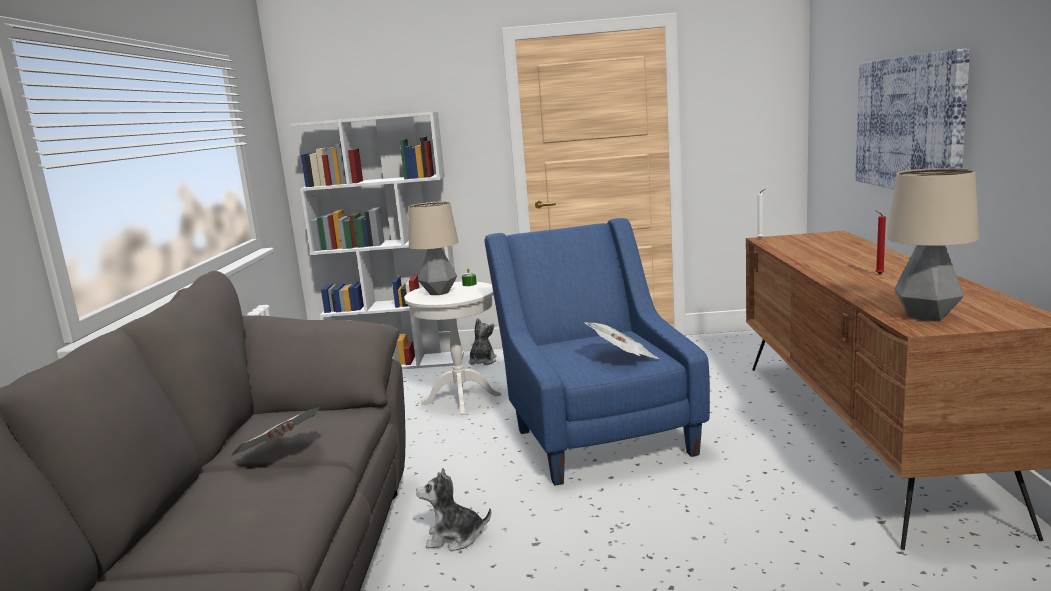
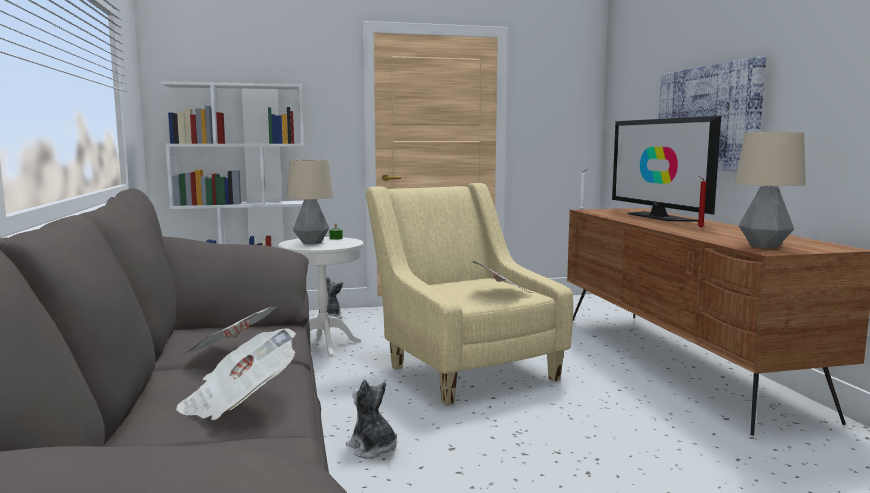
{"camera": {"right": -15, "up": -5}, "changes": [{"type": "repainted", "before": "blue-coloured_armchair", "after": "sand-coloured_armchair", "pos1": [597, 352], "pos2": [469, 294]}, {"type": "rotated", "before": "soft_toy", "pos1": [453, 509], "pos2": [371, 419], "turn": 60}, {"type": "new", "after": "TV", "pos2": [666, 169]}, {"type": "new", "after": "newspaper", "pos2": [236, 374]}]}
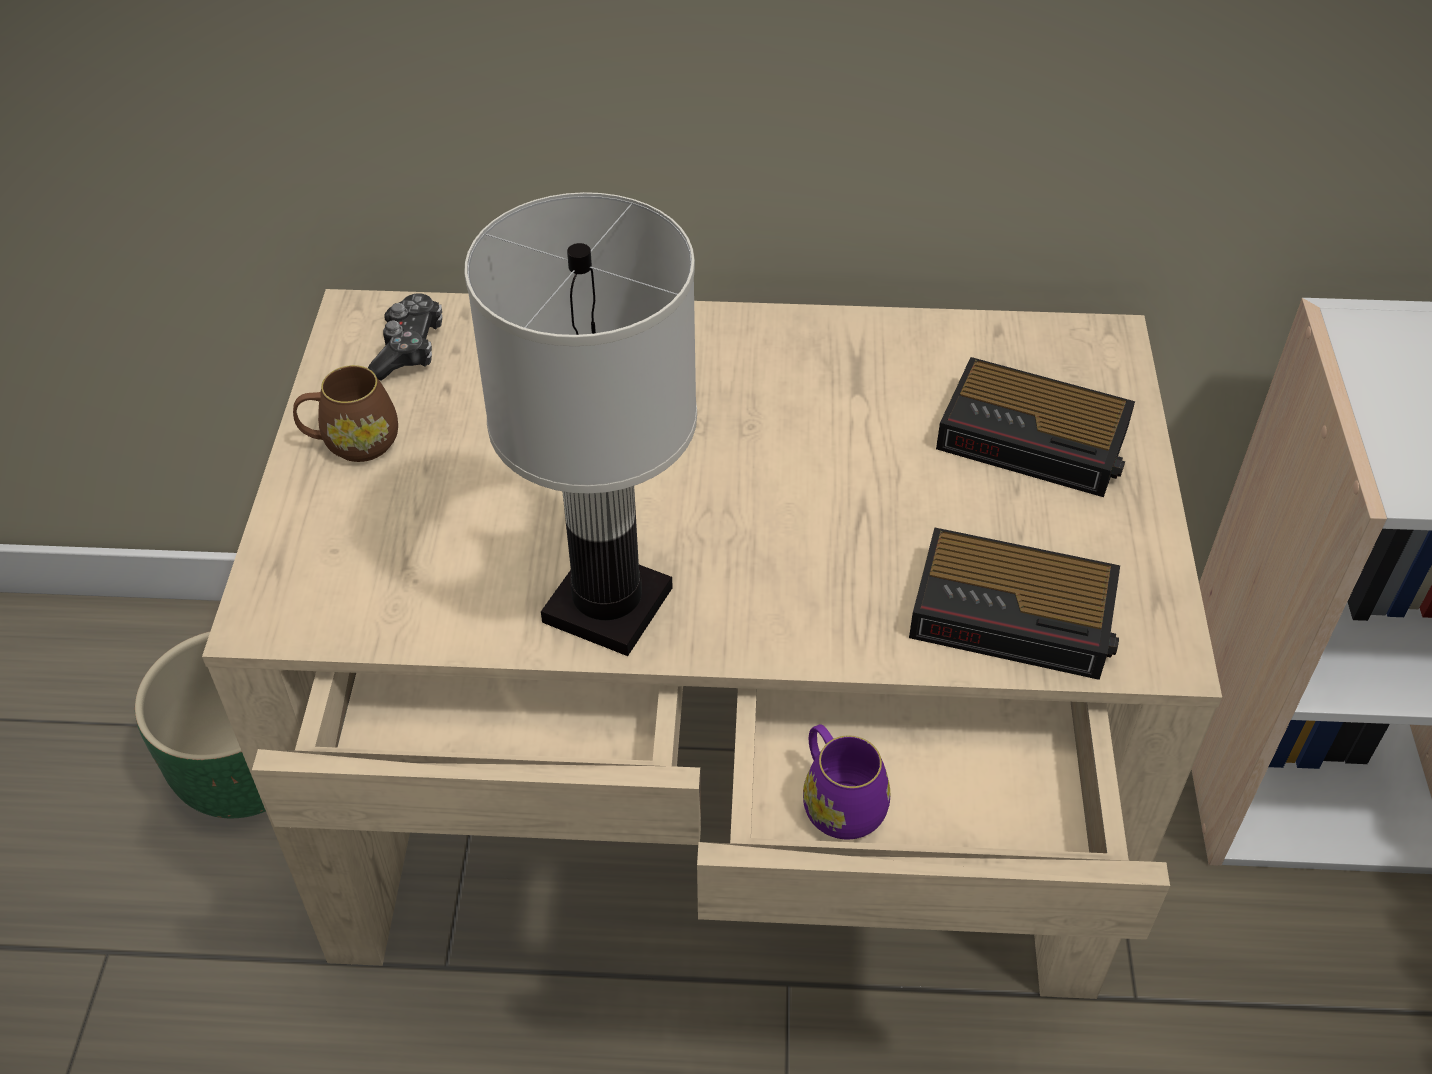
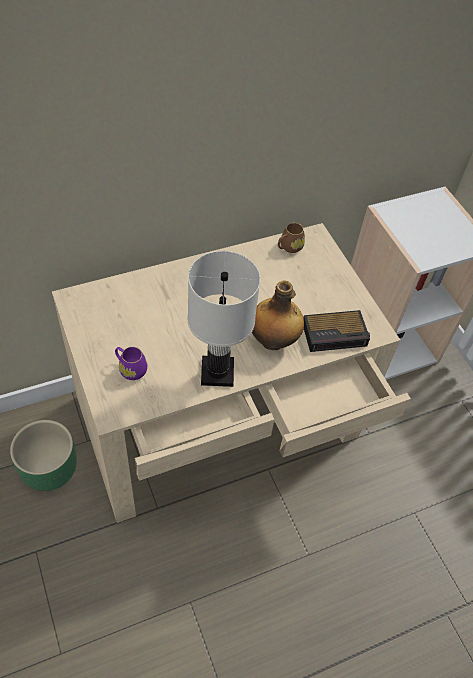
{"camera": {"right": -30, "up": 5}, "changes": [{"type": "gone", "before": "gamepad", "pos1": [405, 337]}, {"type": "gone", "before": "bedside_clock", "pos1": [1035, 427]}, {"type": "shifted", "before": "brown_tea_mug", "pos1": [345, 413], "pos2": [291, 238]}, {"type": "shifted", "before": "purple_tea_mug", "pos1": [846, 781], "pos2": [131, 363]}, {"type": "new", "after": "beverage_bottle", "pos2": [278, 315]}]}
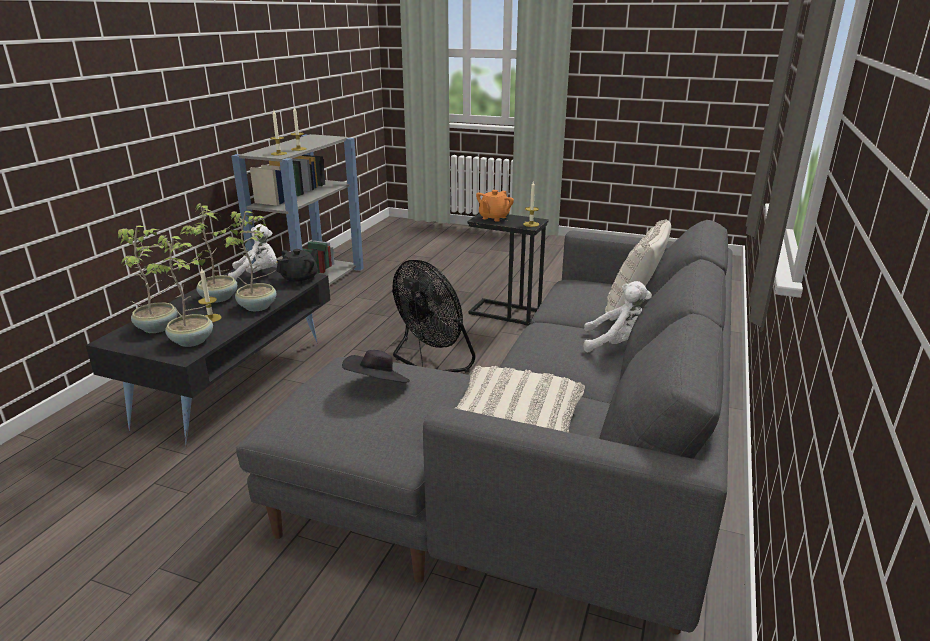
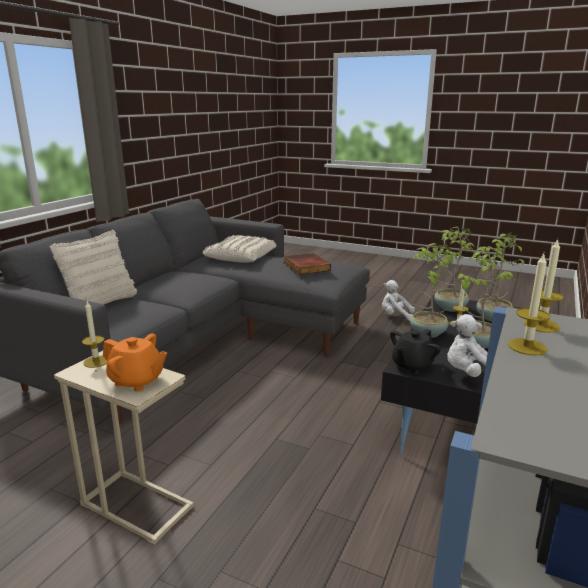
{"camera": {"right": -175, "up": -5}, "changes": [{"type": "rotated", "before": "orangey_teapot", "pos1": [495, 206], "pos2": [135, 362], "turn": 75}, {"type": "repainted", "before": "blackish_accent_table", "after": "sand-coloured_accent_table", "pos1": [508, 269], "pos2": [124, 447]}, {"type": "gone", "before": "blackish_fan", "pos1": [433, 316]}, {"type": "shifted", "before": "whitish_soft_toy", "pos1": [618, 316], "pos2": [398, 300]}, {"type": "swapped", "before": "blackish_wearable_hat", "after": "volume", "pos1": [376, 366], "pos2": [307, 264]}]}
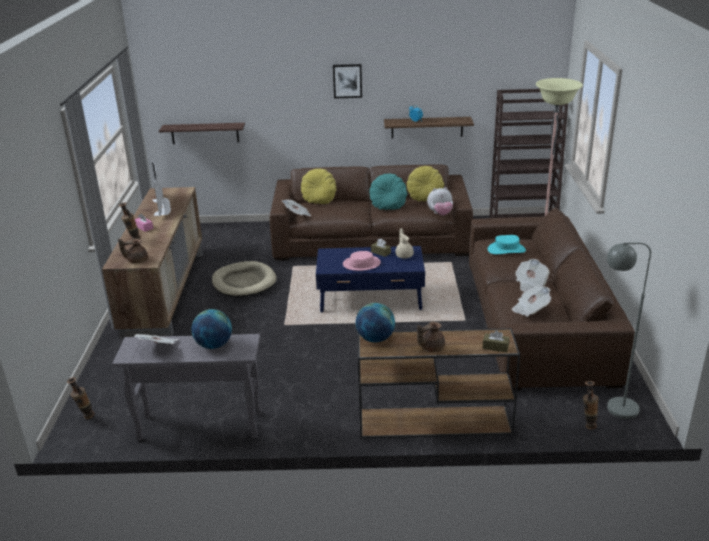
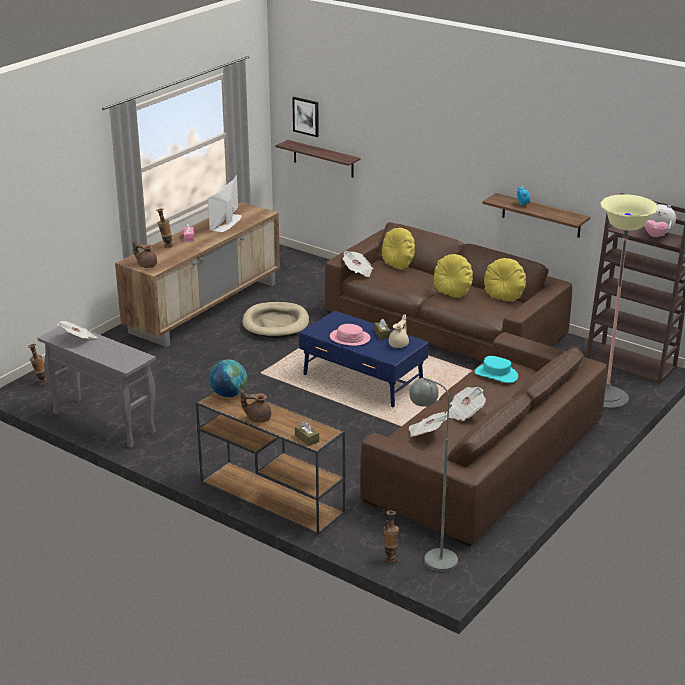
{"camera": {"right": 35, "up": 0}, "changes": [{"type": "shifted", "before": "wall_art", "pos1": [347, 81], "pos2": [305, 117]}, {"type": "repainted", "before": "blue-green_throw_pillow", "after": "yellow_throw_pillow", "pos1": [388, 191], "pos2": [453, 276]}, {"type": "shifted", "before": "soft_toy", "pos1": [440, 201], "pos2": [660, 220]}, {"type": "gone", "before": "world_globe", "pos1": [212, 329]}]}
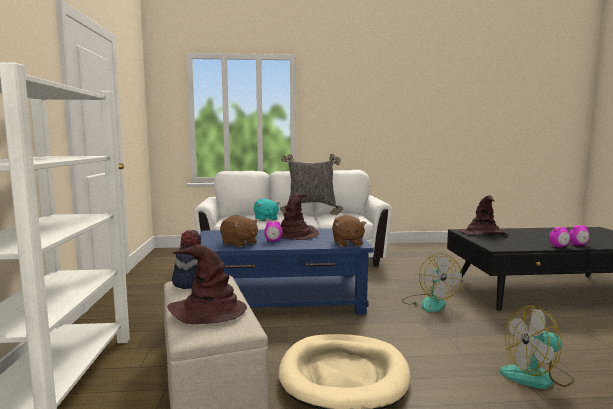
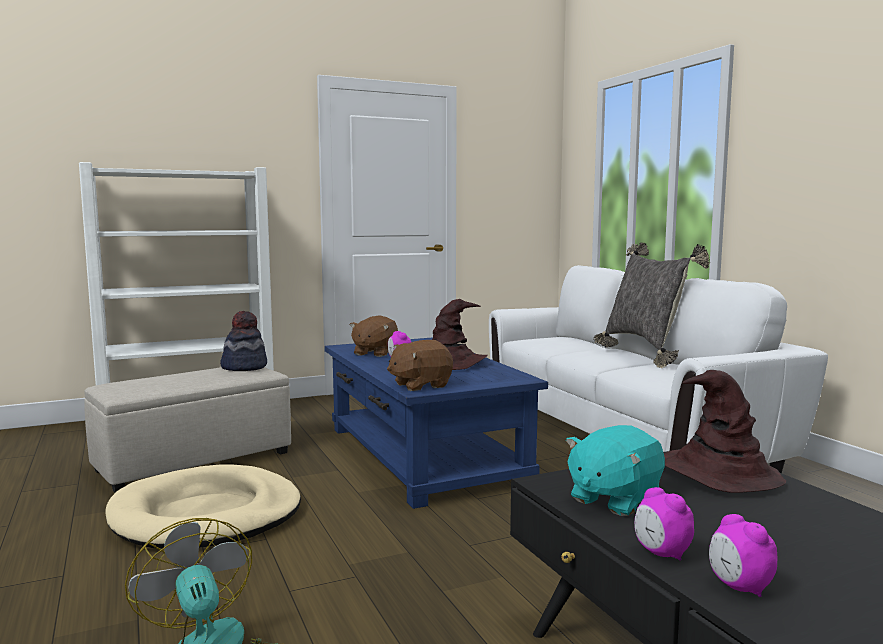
{"camera": {"right": 70, "up": 0}, "changes": [{"type": "shifted", "before": "blue-green_soft_toy", "pos1": [267, 210], "pos2": [615, 470]}, {"type": "gone", "before": "brown_wearable_hat", "pos1": [207, 284]}, {"type": "gone", "before": "fan", "pos1": [432, 282]}]}
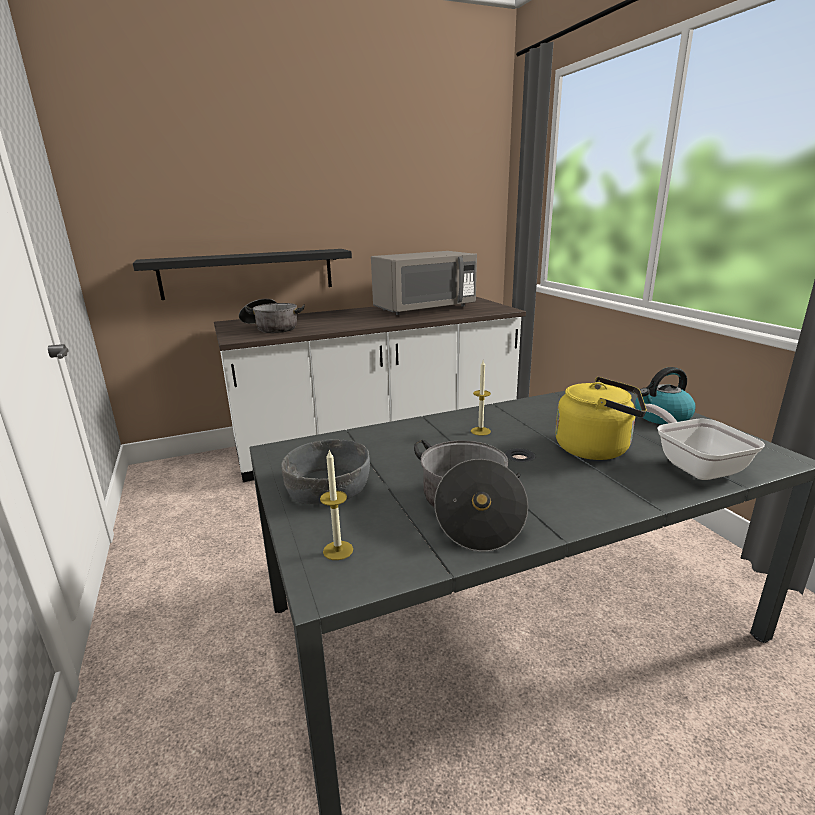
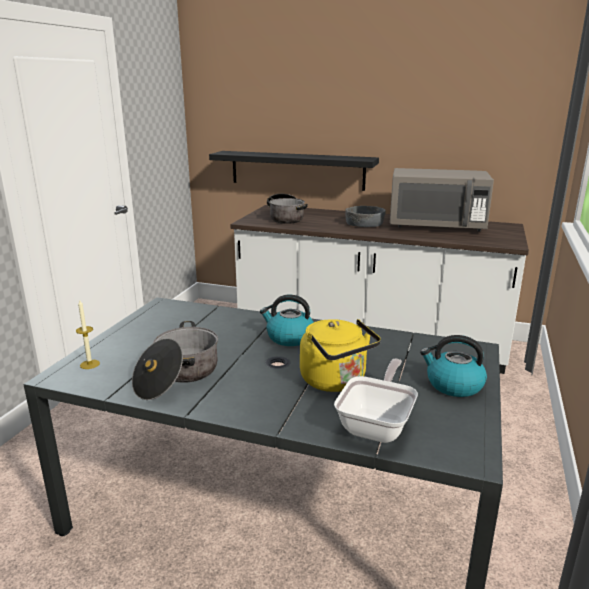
{"camera": {"right": 40, "up": 0}, "changes": [{"type": "swapped", "before": "wax_light", "after": "tea_kettle", "pos1": [481, 398], "pos2": [287, 320]}, {"type": "shifted", "before": "grey_bowl", "pos1": [325, 471], "pos2": [365, 216]}]}
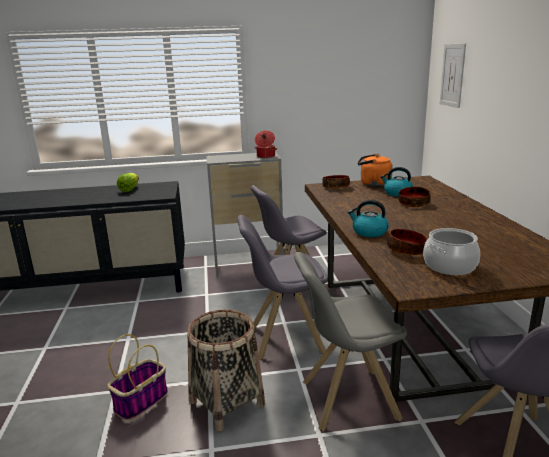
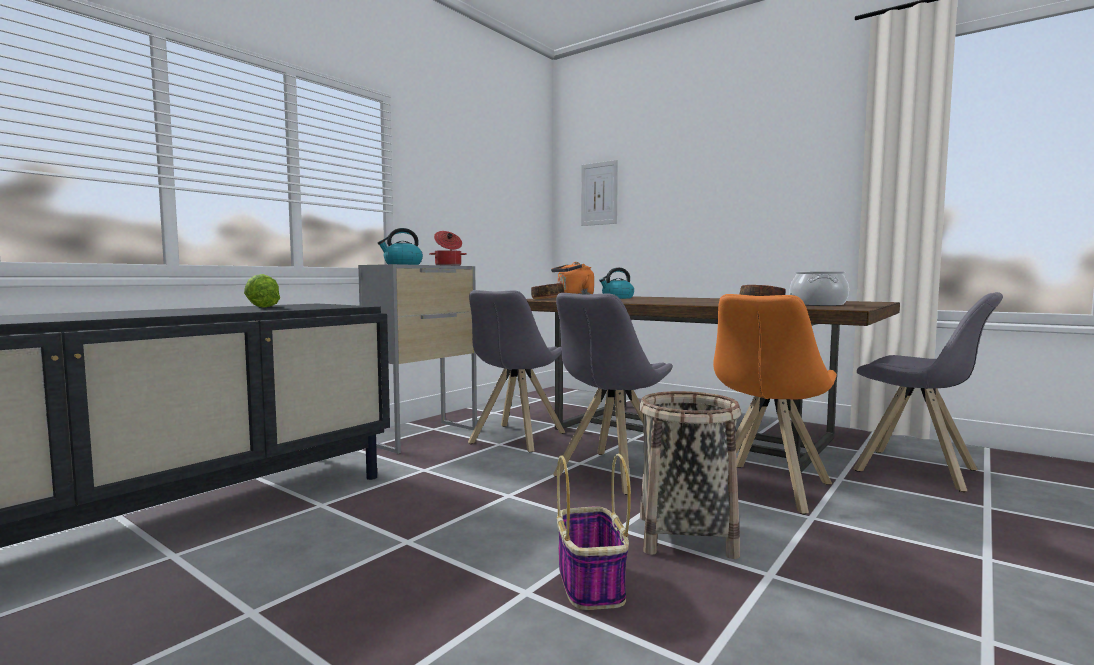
{"camera": {"right": -45, "up": -15}, "changes": [{"type": "gone", "before": "bowl", "pos1": [414, 197]}, {"type": "shifted", "before": "tea_kettle", "pos1": [368, 218], "pos2": [400, 246]}, {"type": "repainted", "before": "grey_upright_chair", "after": "orangey_upright_chair", "pos1": [350, 341], "pos2": [775, 404]}]}
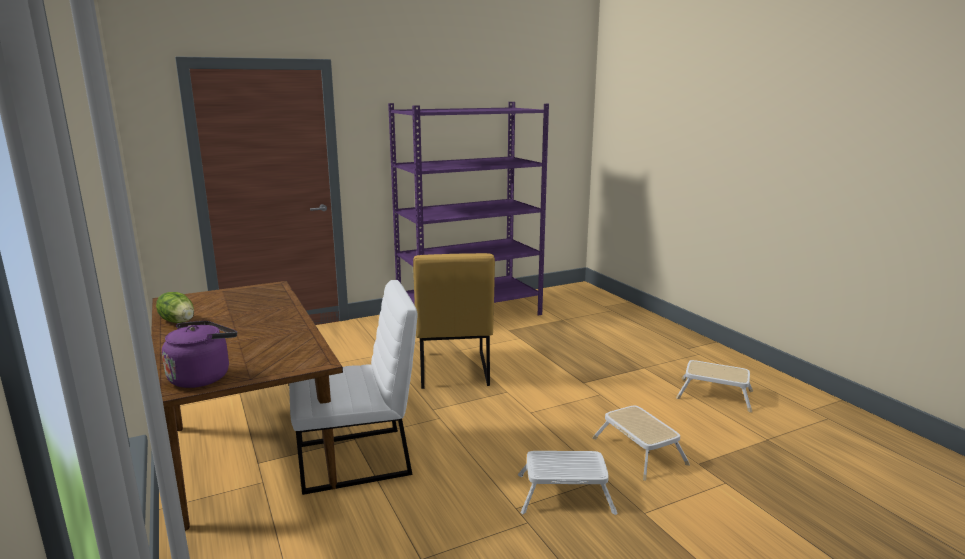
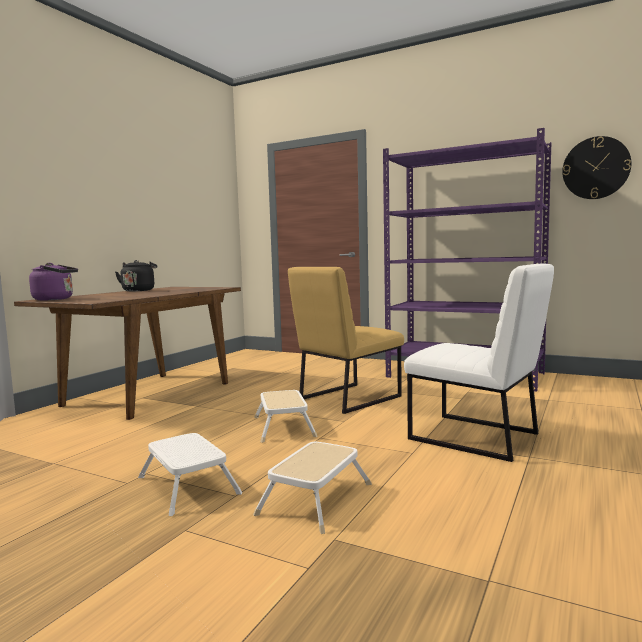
{"camera": {"right": 55, "up": -10}, "changes": [{"type": "shifted", "before": "whitish_upright_chair", "pos1": [353, 387], "pos2": [479, 362]}, {"type": "swapped", "before": "head_of_lettuce", "after": "blackish_tea_kettle", "pos1": [175, 307], "pos2": [136, 275]}, {"type": "shifted", "before": "sand-coloured_step_ladder", "pos1": [714, 386], "pos2": [286, 416]}, {"type": "new", "after": "hanging_clock", "pos2": [596, 167]}]}
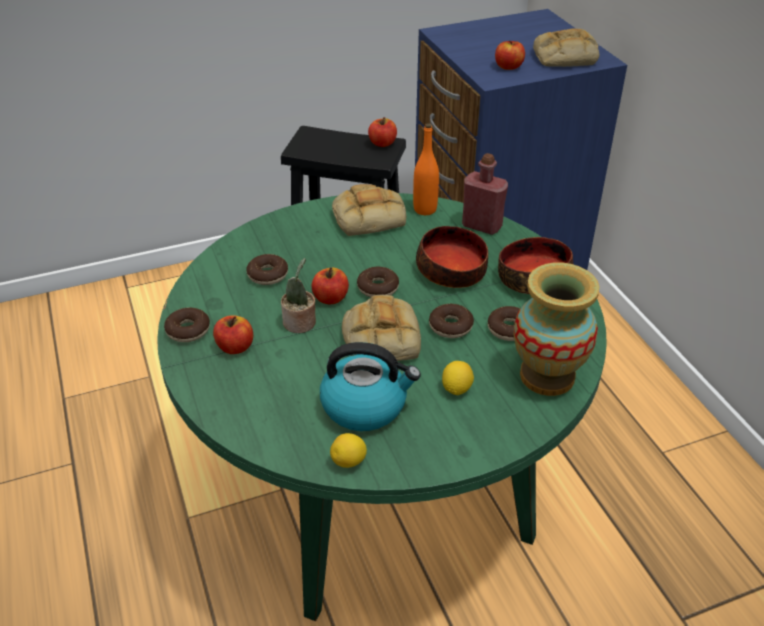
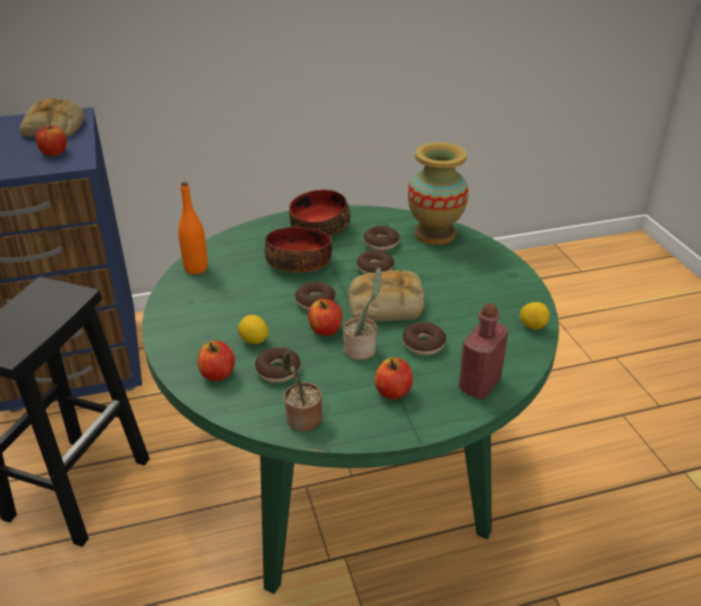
{"camera": {"right": -85, "up": -5}, "changes": [{"type": "shifted", "before": "apple", "pos1": [382, 132], "pos2": [216, 361]}, {"type": "shifted", "before": "red_beverage_bottle", "pos1": [485, 194], "pos2": [484, 351]}, {"type": "gone", "before": "baked_bread", "pos1": [369, 210]}, {"type": "shifted", "before": "donut", "pos1": [187, 324], "pos2": [424, 339]}, {"type": "gone", "before": "tea_kettle", "pos1": [370, 386]}, {"type": "shifted", "before": "whole_lemon", "pos1": [458, 378], "pos2": [253, 329]}, {"type": "new", "after": "plant_in_a_pot", "pos2": [302, 391]}]}
